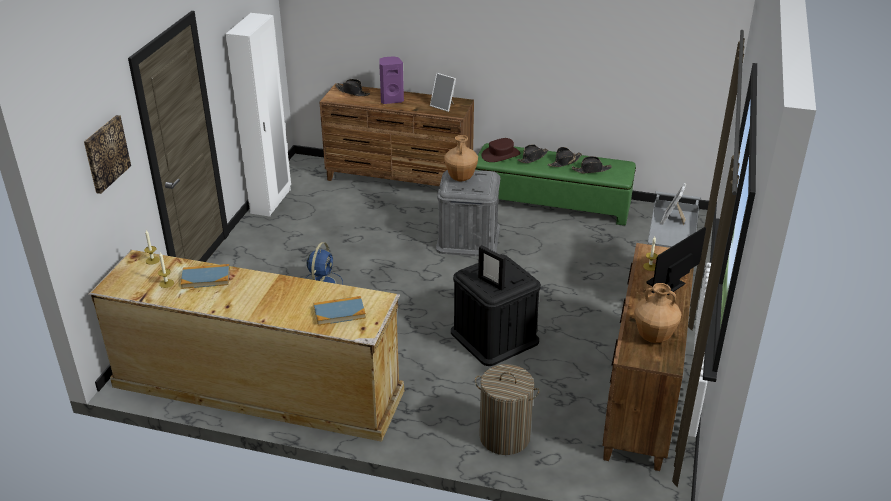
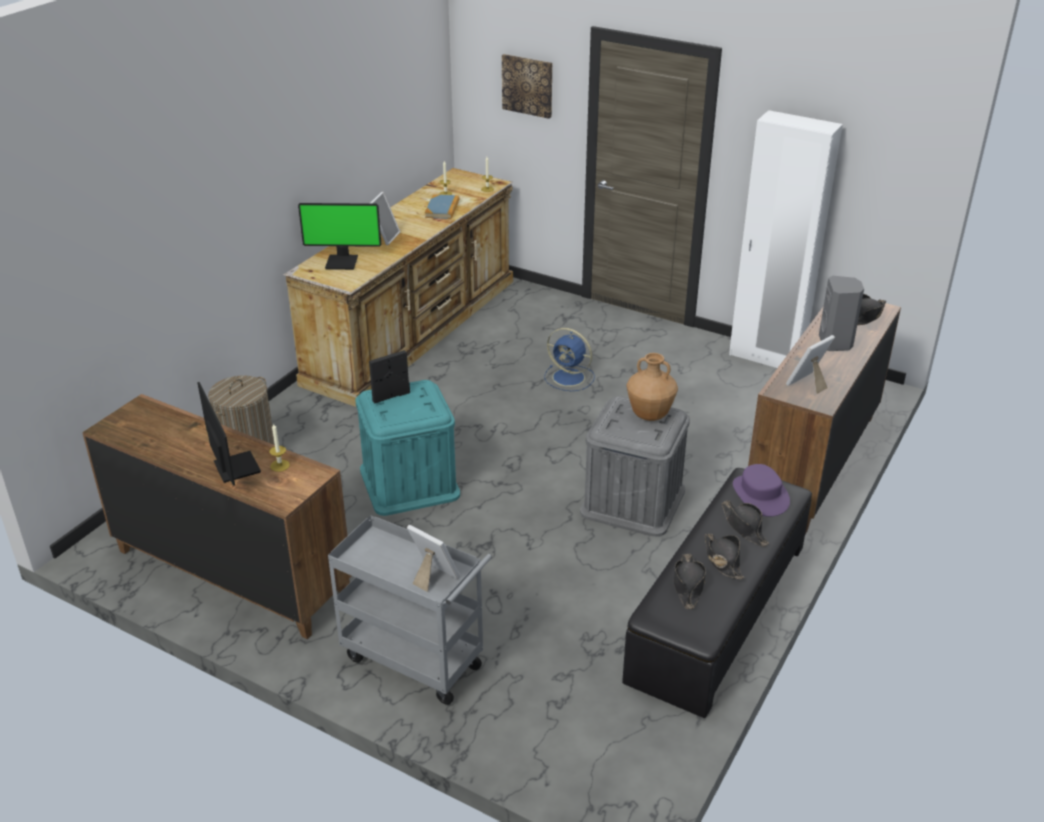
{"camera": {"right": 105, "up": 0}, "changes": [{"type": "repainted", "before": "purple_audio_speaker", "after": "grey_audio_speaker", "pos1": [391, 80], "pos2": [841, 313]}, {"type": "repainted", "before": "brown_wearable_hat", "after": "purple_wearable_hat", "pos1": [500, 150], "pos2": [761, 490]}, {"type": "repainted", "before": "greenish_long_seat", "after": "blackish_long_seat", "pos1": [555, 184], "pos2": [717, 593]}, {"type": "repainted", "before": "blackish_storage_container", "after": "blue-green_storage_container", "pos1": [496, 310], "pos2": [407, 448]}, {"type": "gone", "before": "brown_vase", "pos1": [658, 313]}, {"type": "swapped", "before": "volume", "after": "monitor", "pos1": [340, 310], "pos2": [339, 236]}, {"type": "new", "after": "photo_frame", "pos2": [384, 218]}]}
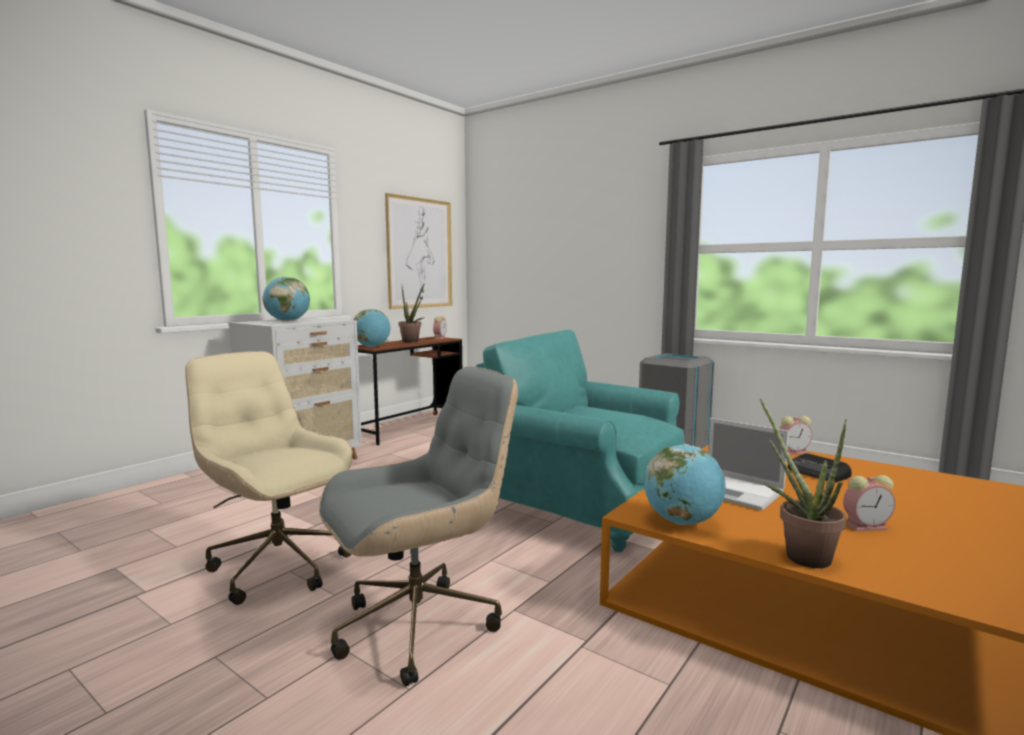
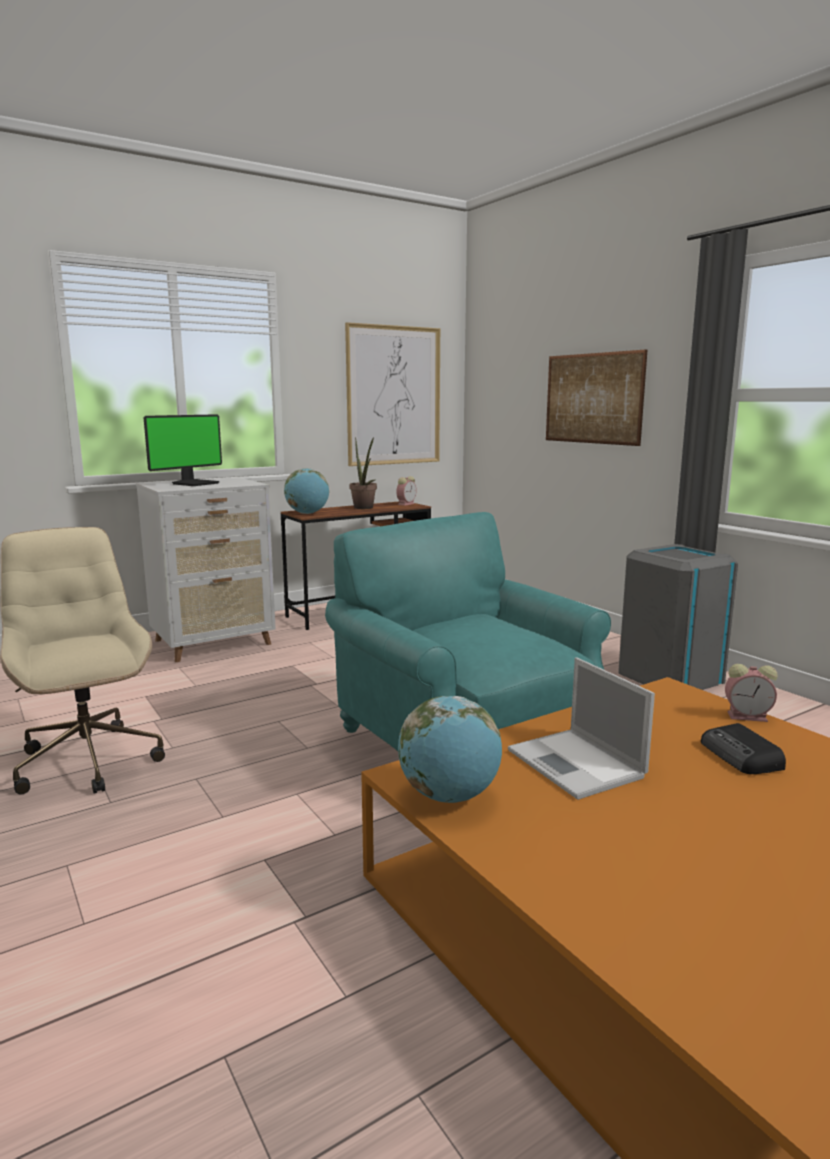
{"camera": {"right": 20, "up": 5}, "changes": [{"type": "swapped", "before": "world_globe", "after": "monitor", "pos1": [286, 299], "pos2": [183, 450]}, {"type": "gone", "before": "grey_desk_chair", "pos1": [418, 526]}, {"type": "gone", "before": "plant_in_a_pot", "pos1": [803, 483]}, {"type": "gone", "before": "bedside_clock", "pos1": [869, 503]}, {"type": "new", "after": "wall_art", "pos2": [596, 397]}]}
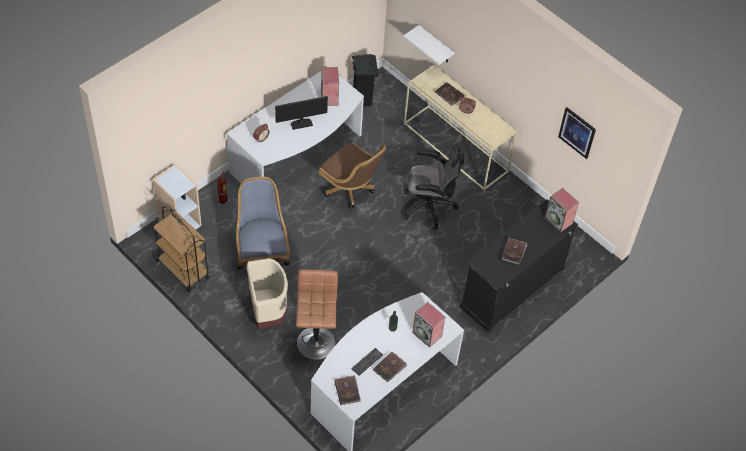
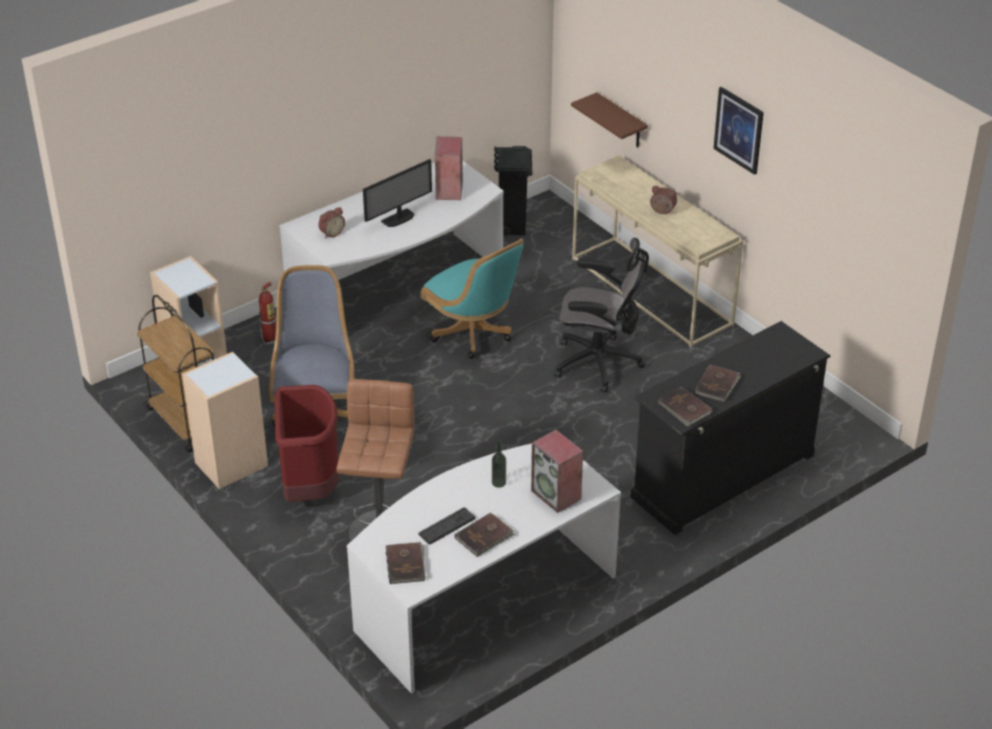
{"camera": {"right": 10, "up": -15}, "changes": [{"type": "repainted", "before": "whitish_bracket_shelf", "after": "brown_bracket_shelf", "pos1": [429, 45], "pos2": [609, 119]}, {"type": "shifted", "before": "brown_volume", "pos1": [449, 94], "pos2": [685, 406]}, {"type": "rotated", "before": "monitor", "pos1": [301, 113], "pos2": [397, 193], "turn": 150}, {"type": "shifted", "before": "wall_art", "pos1": [577, 133], "pos2": [738, 131]}, {"type": "repainted", "before": "brown_desk_chair", "after": "blue-green_desk_chair", "pos1": [352, 175], "pos2": [472, 298]}, {"type": "gone", "before": "audio_speaker", "pos1": [562, 210]}, {"type": "repainted", "before": "sand-coloured_trash_can", "after": "red_trash_can", "pos1": [267, 293], "pos2": [307, 443]}, {"type": "new", "after": "bookcase", "pos2": [225, 420]}]}
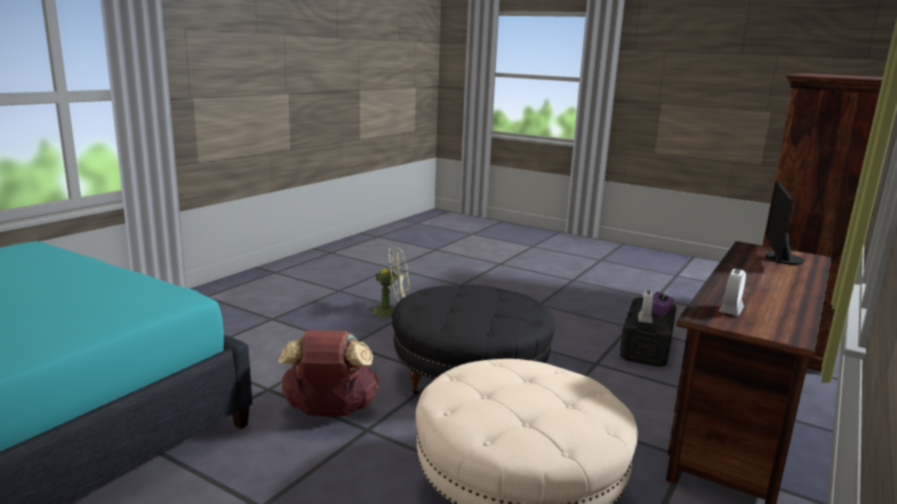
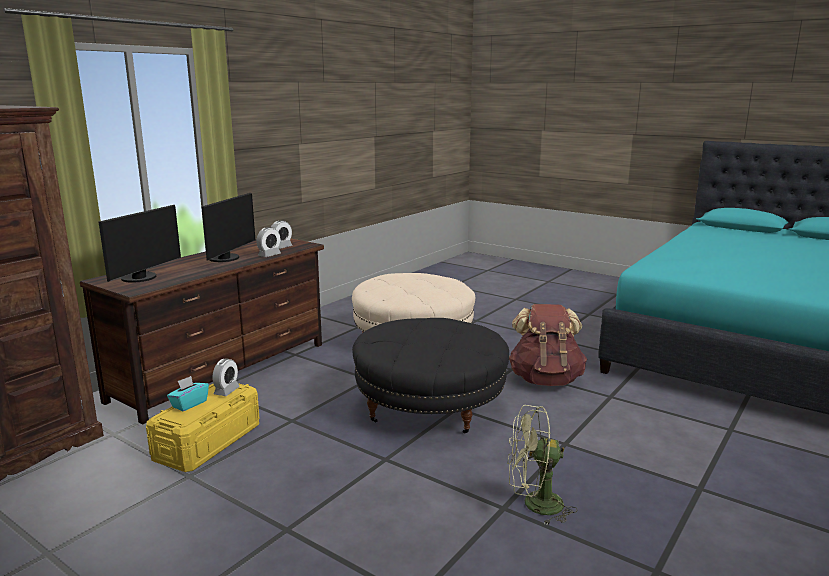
{"camera": {"right": -175, "up": 0}, "changes": [{"type": "repainted", "before": "purple_tissue_box", "after": "blue-green_tissue_box", "pos1": [663, 303], "pos2": [188, 393]}, {"type": "repainted", "before": "blackish_storage_container", "after": "yellow_storage_container", "pos1": [648, 332], "pos2": [202, 427]}, {"type": "new", "after": "monitor", "pos2": [228, 227]}, {"type": "new", "after": "bedside_clock", "pos2": [268, 242]}]}
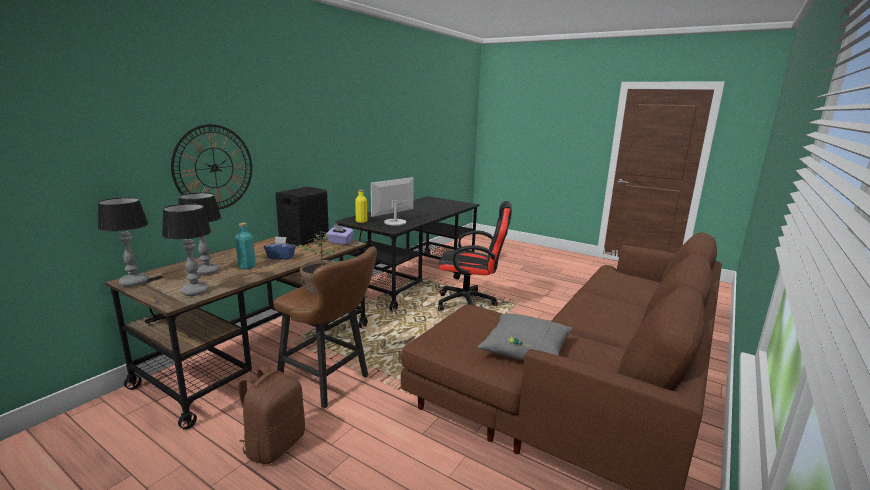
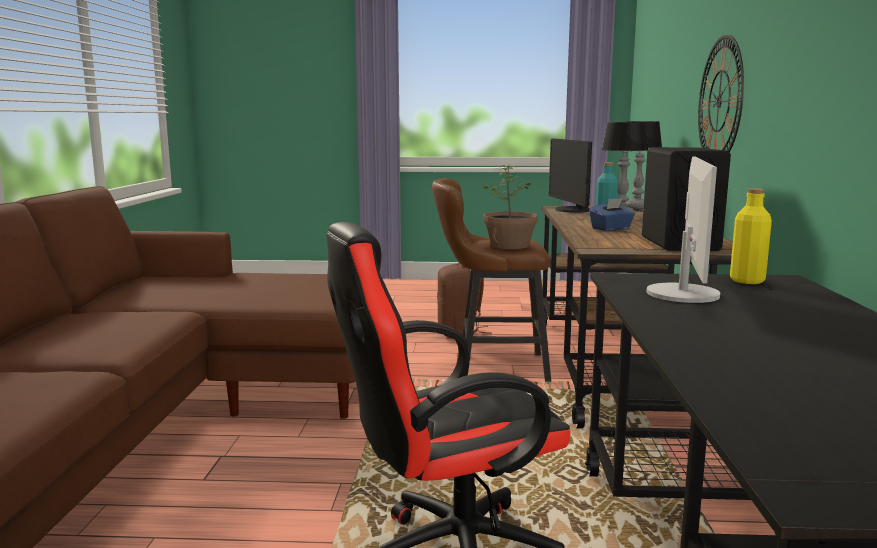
{"camera": {"right": 150, "up": -5}, "changes": [{"type": "swapped", "before": "table_lamp", "after": "monitor", "pos1": [186, 250], "pos2": [570, 175]}, {"type": "gone", "before": "purple_tissue_box", "pos1": [340, 235]}, {"type": "gone", "before": "grey_throw_pillow", "pos1": [525, 337]}]}
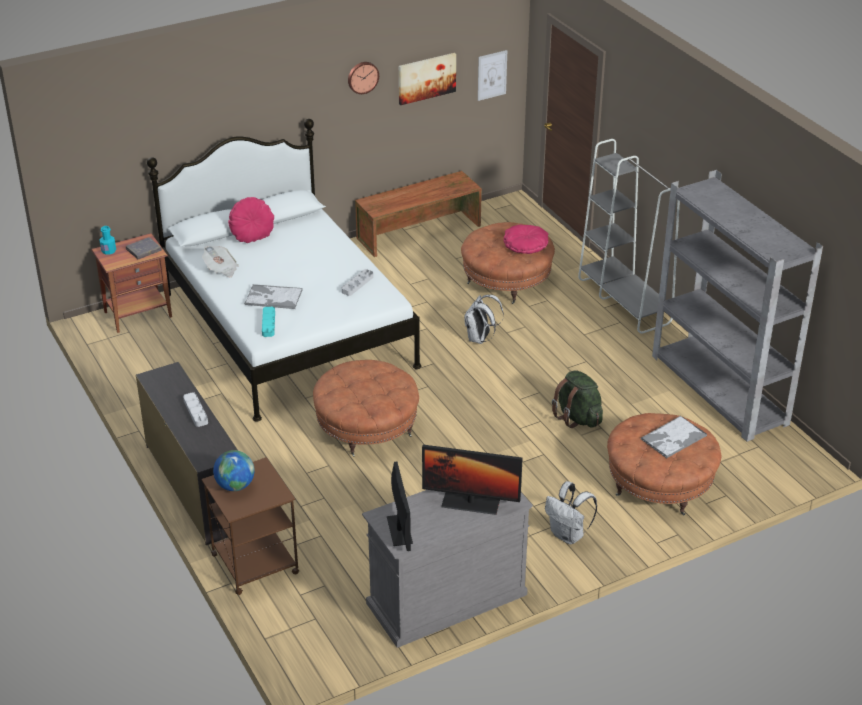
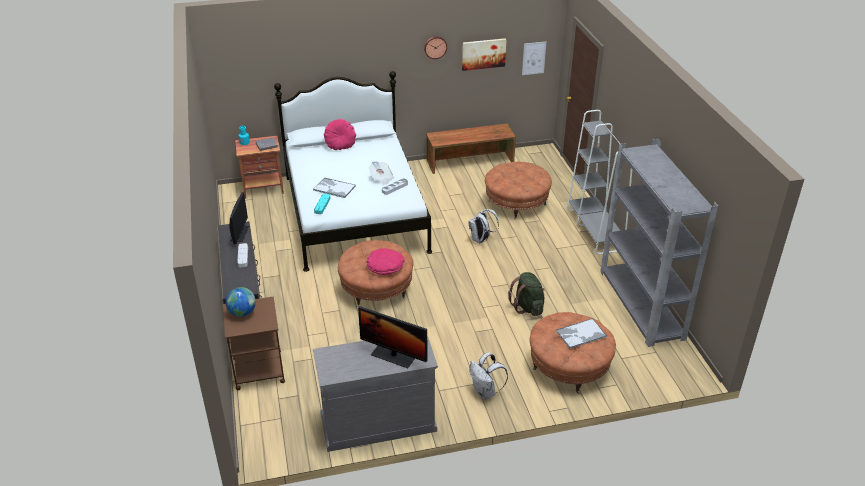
{"camera": {"right": 15, "up": 0}, "changes": [{"type": "shifted", "before": "pink-coloured_throw_pillow", "pos1": [526, 239], "pos2": [386, 261]}, {"type": "shifted", "before": "newspaper", "pos1": [220, 261], "pos2": [381, 173]}, {"type": "shifted", "before": "monitor", "pos1": [400, 506], "pos2": [239, 218]}]}
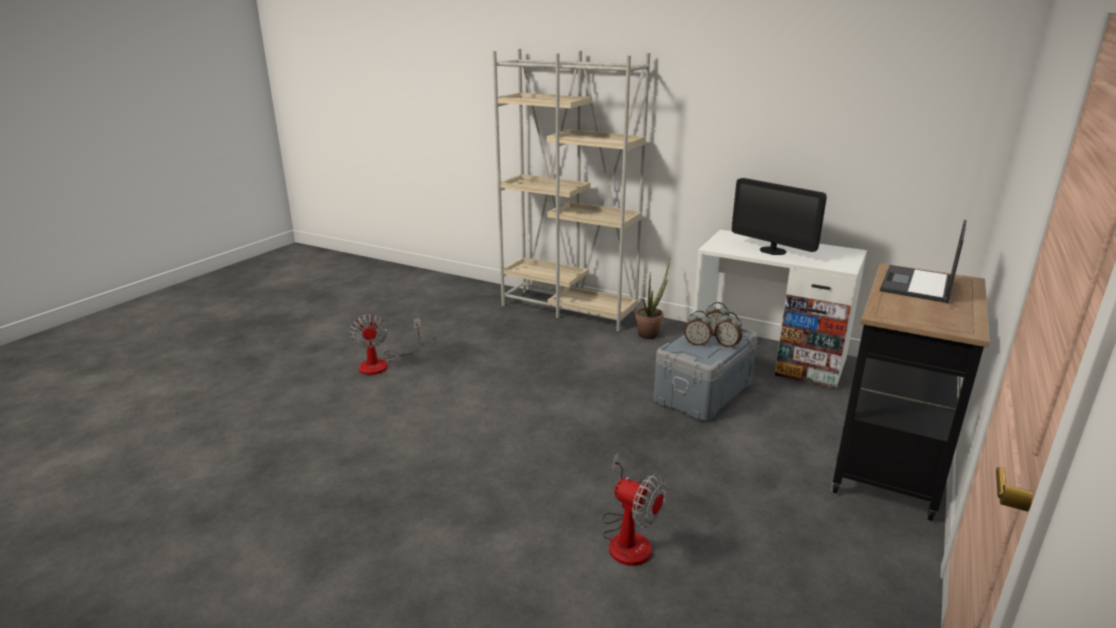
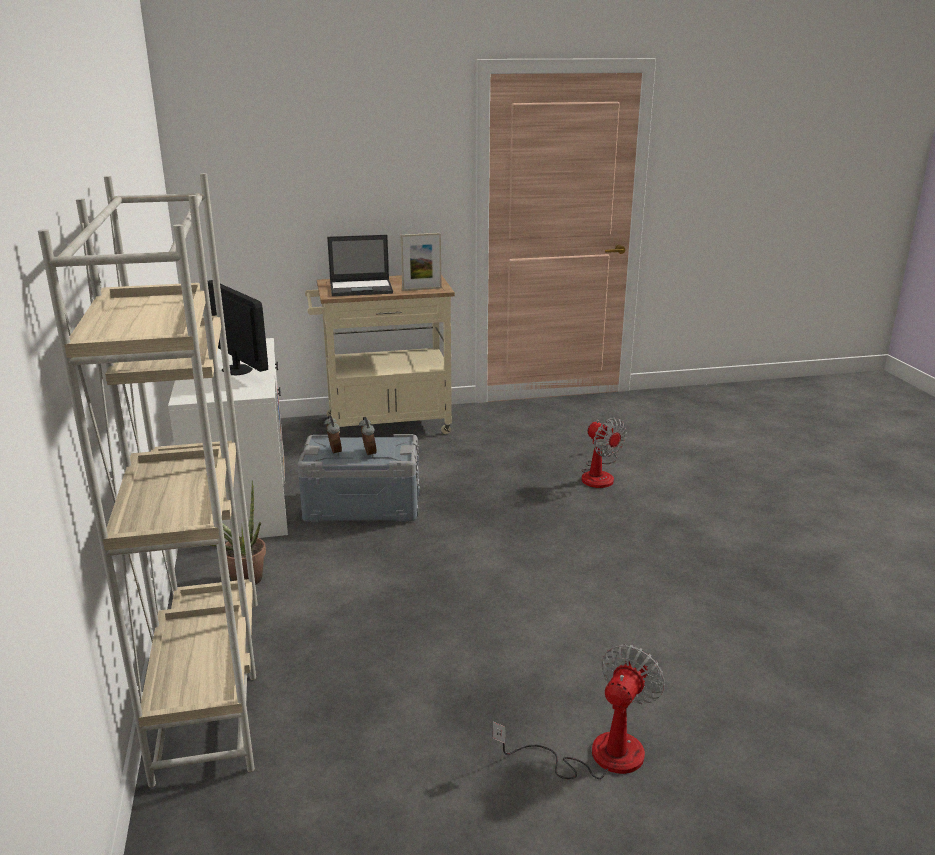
{"camera": {"right": -130, "up": 0}, "changes": [{"type": "rotated", "before": "monitor", "pos1": [779, 216], "pos2": [238, 327], "turn": -45}, {"type": "repainted", "before": "blackish_trolley", "after": "sand-coloured_trolley", "pos1": [910, 392], "pos2": [380, 355]}, {"type": "gone", "before": "bedside_clock", "pos1": [728, 330]}, {"type": "rotated", "before": "fan", "pos1": [634, 509], "pos2": [604, 453], "turn": 150}, {"type": "new", "after": "photo_frame", "pos2": [421, 262]}]}
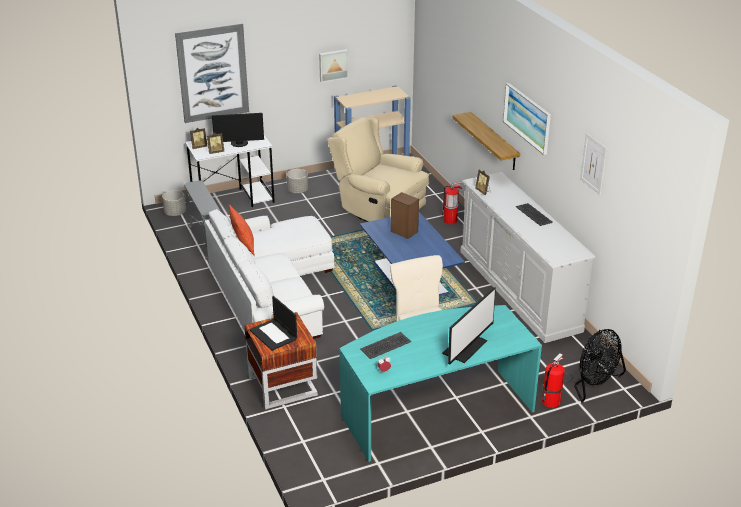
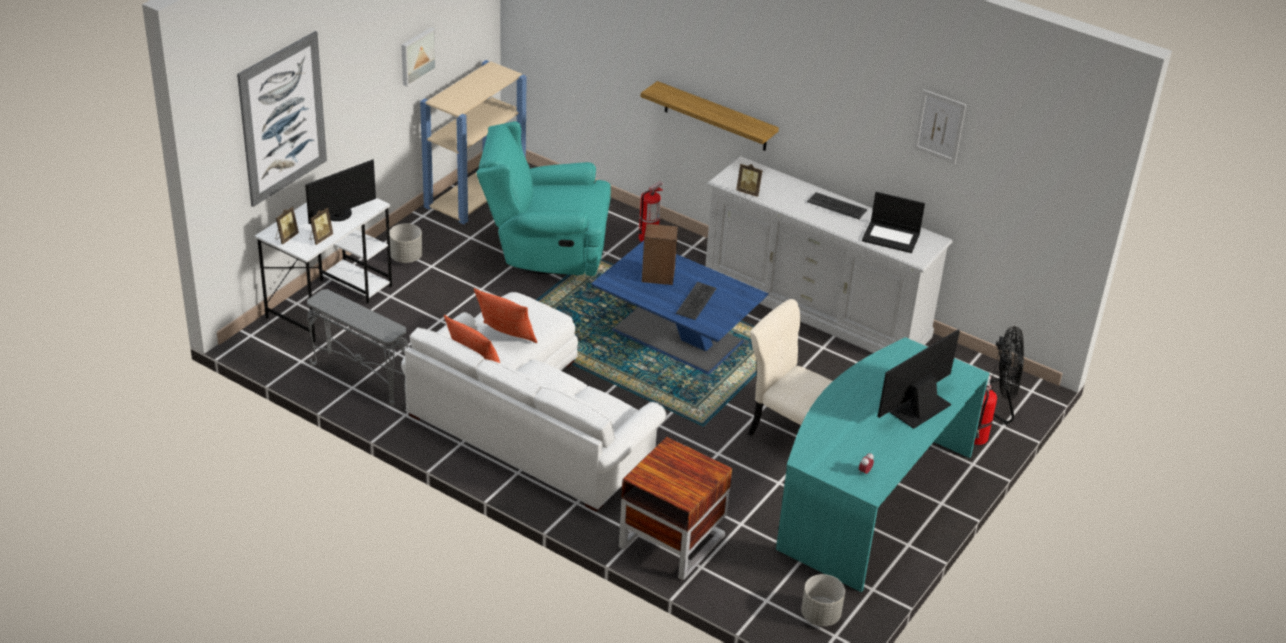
{"camera": {"right": -35, "up": 5}, "changes": [{"type": "gone", "before": "wall_art", "pos1": [527, 119]}, {"type": "repainted", "before": "sand-coloured_armchair", "after": "blue-green_armchair", "pos1": [378, 170], "pos2": [543, 198]}, {"type": "shifted", "before": "grey_plant_pot", "pos1": [174, 203], "pos2": [823, 600]}, {"type": "rotated", "before": "monitor", "pos1": [469, 325], "pos2": [918, 379], "turn": -135}, {"type": "shifted", "before": "notebook_computer", "pos1": [273, 323], "pos2": [893, 222]}, {"type": "shifted", "before": "computer_keyboard", "pos1": [386, 345], "pos2": [696, 301]}, {"type": "new", "after": "orangey_throw_pillow", "pos2": [505, 315]}]}
